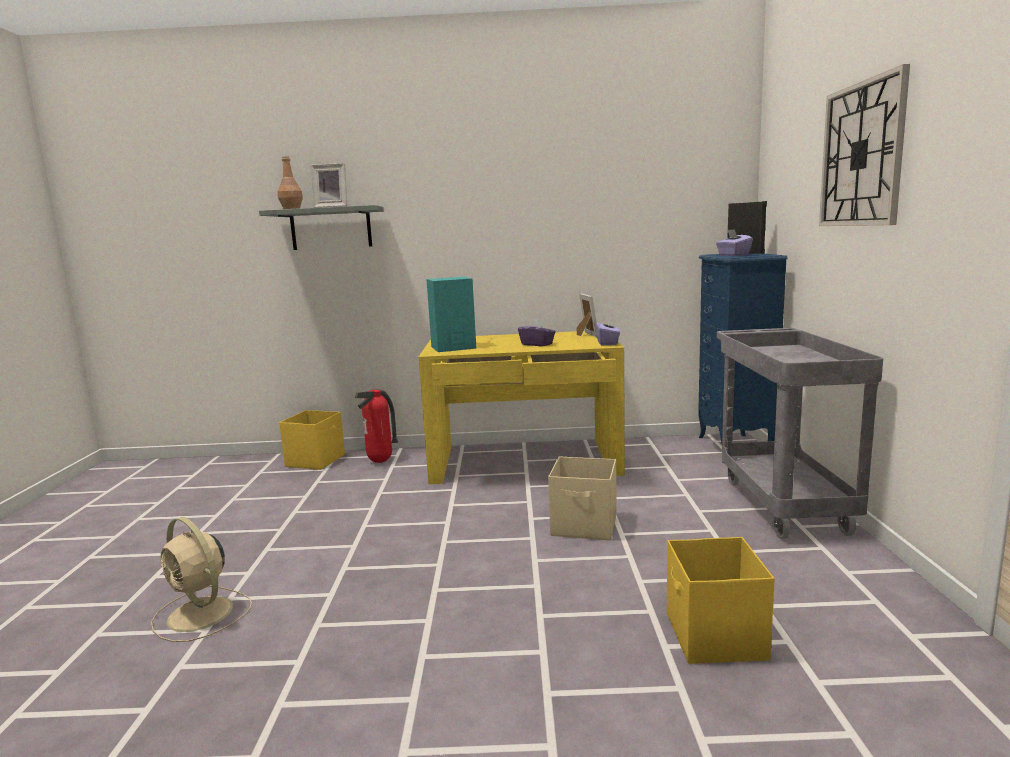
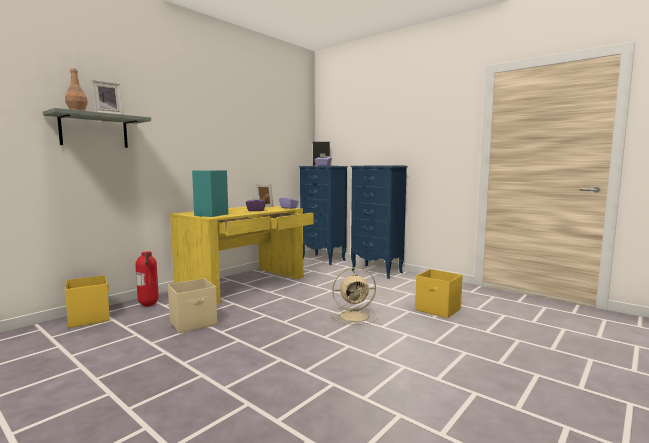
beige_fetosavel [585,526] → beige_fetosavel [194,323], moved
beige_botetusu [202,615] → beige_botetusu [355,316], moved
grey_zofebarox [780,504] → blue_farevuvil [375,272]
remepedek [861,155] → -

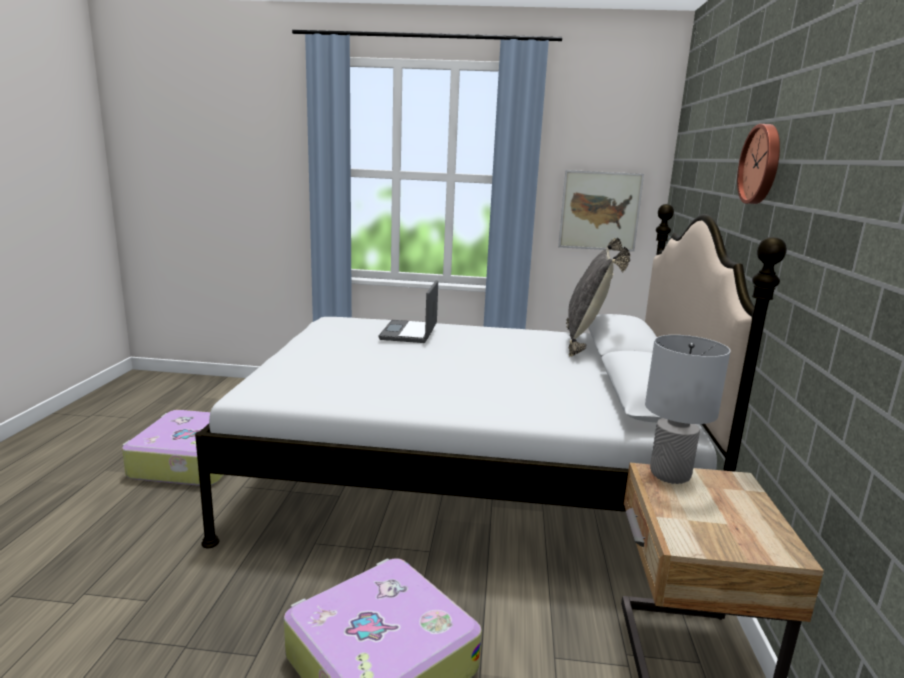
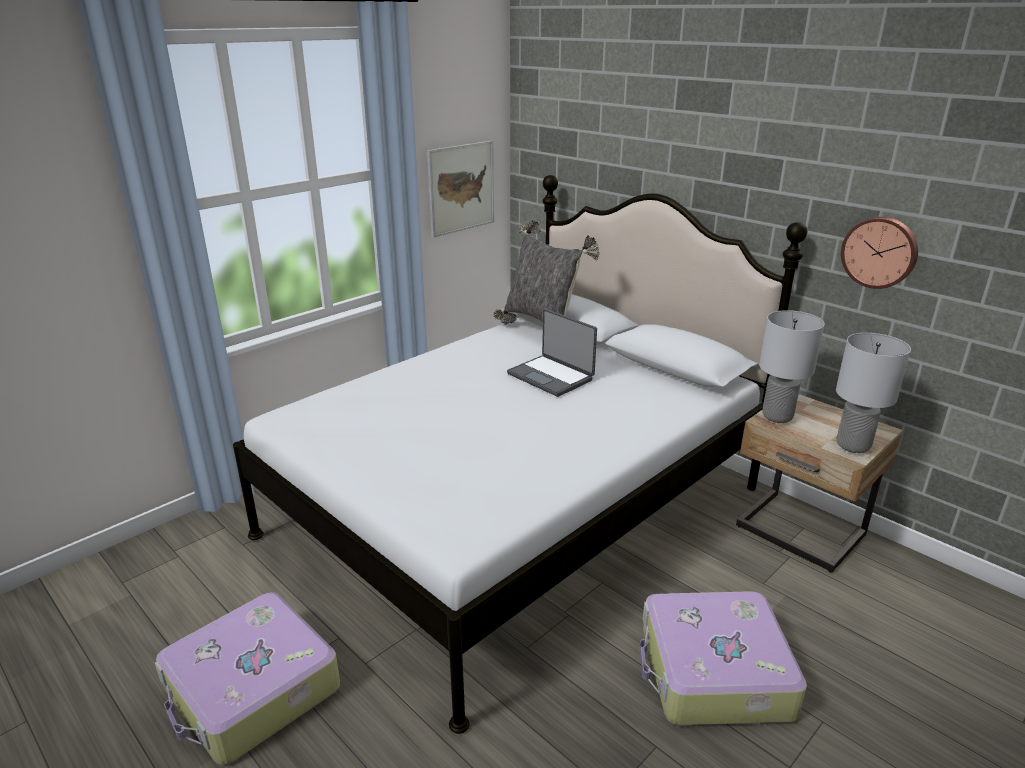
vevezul [410,333] → vevezul [551,376], moved
- → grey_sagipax [852,447]
remepedek [762,164] → remepedek [880,252], moved

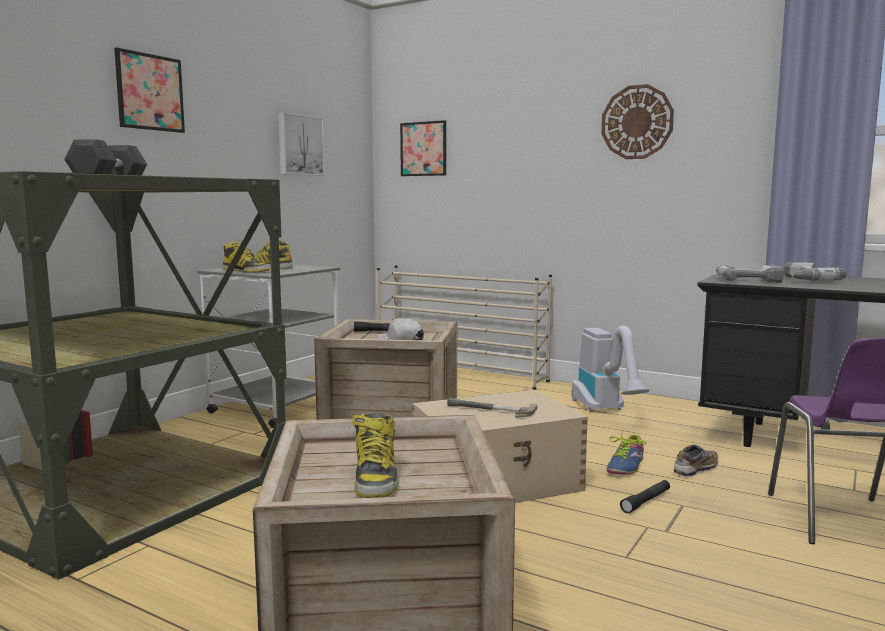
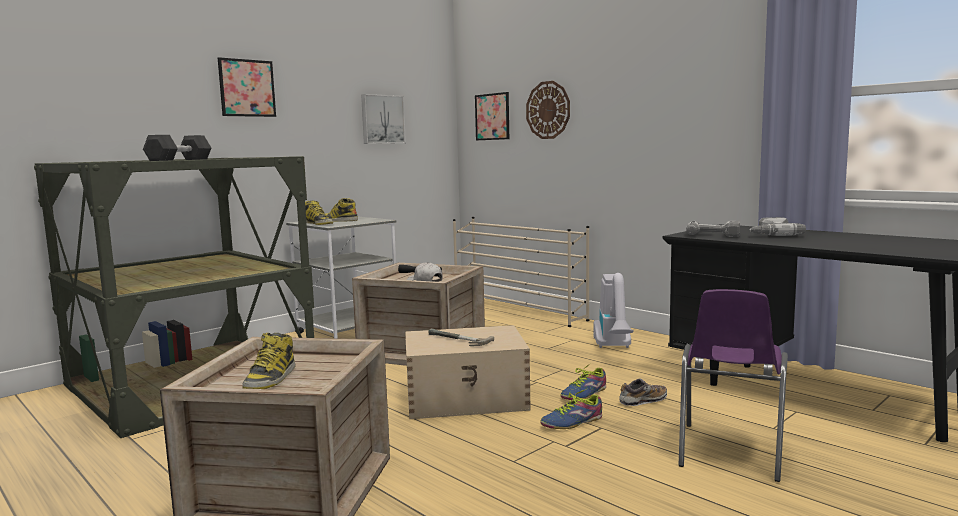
remepedek [637,122] → remepedek [548,110], moved
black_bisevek [646,501] → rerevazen [572,422]

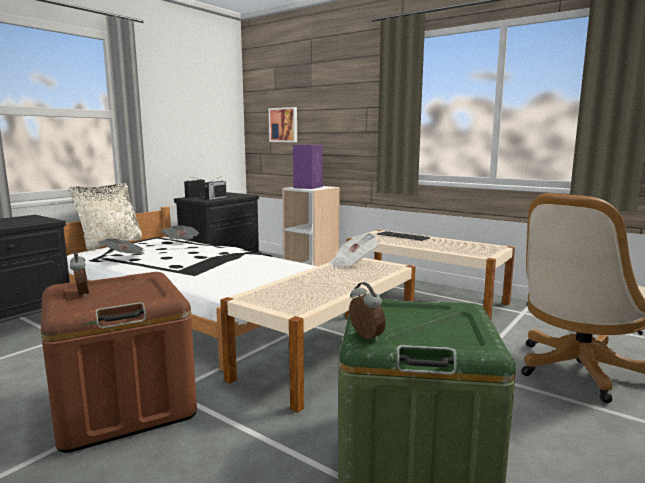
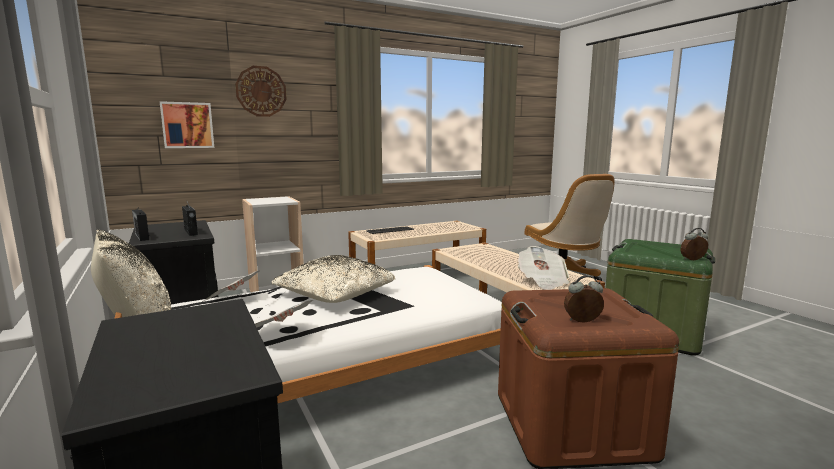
- → remepedek [261,91]
- → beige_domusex [335,293]
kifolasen [352,263] → kifolasen [542,281], moved
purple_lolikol [308,187] → -

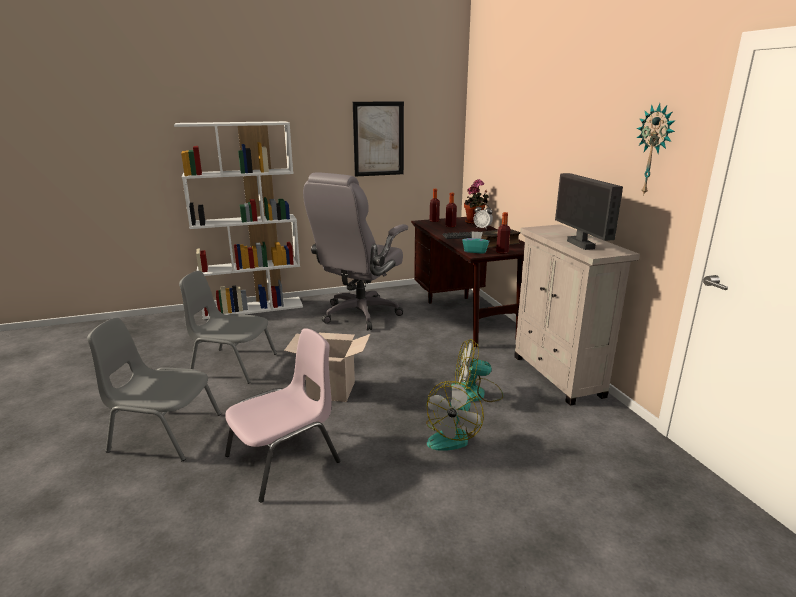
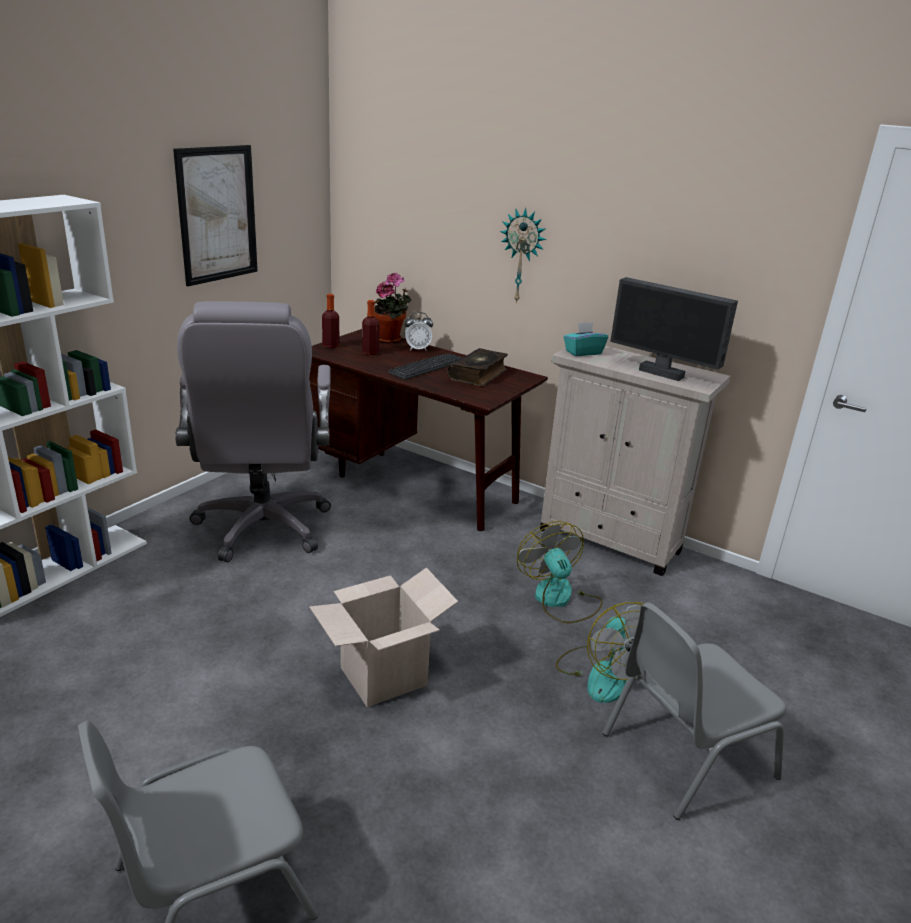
remepedek [654,150] → remepedek [522,256], moved
botetusu [476,393] → botetusu [559,600], 105 degrees clockwise
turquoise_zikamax [475,251] → turquoise_zikamax [583,352], moved
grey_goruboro [232,364] → grey_goruboro [684,754], moved
pink_goruboro [285,459] → -
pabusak [502,252] → -

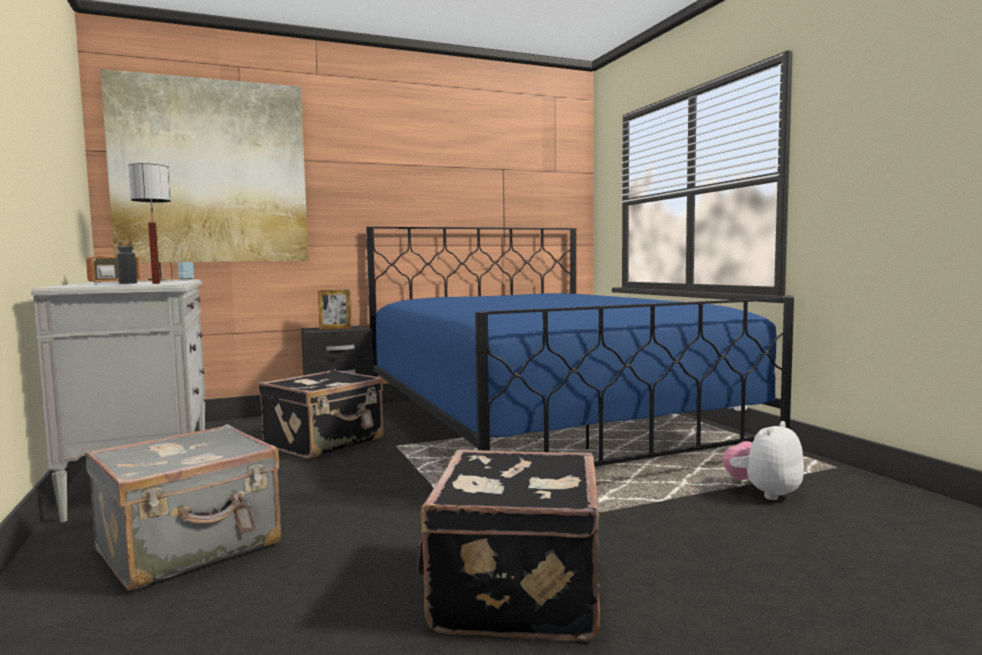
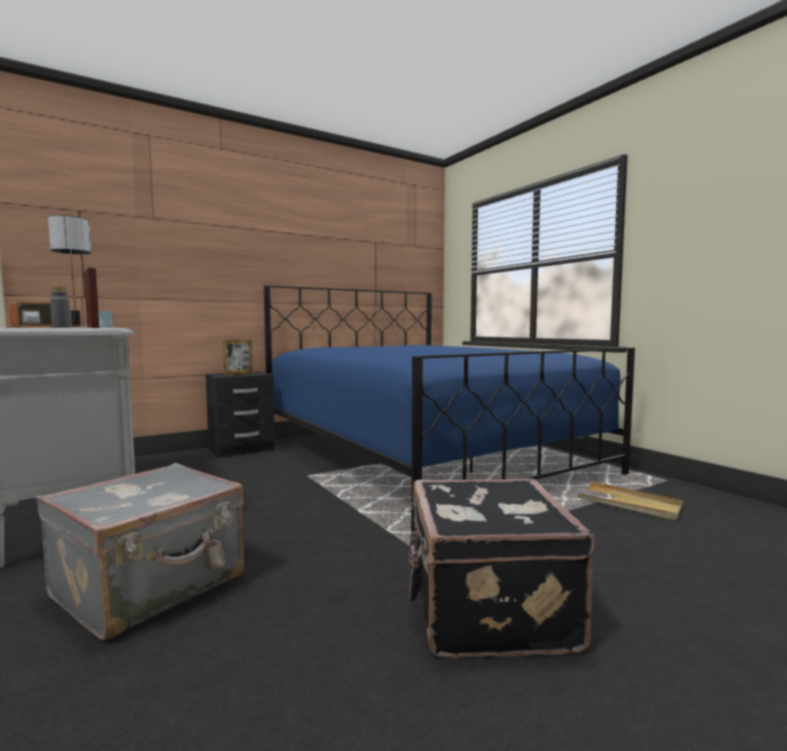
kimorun [764,493] → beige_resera [629,504]
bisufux [211,172] → -
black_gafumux [325,442] → -

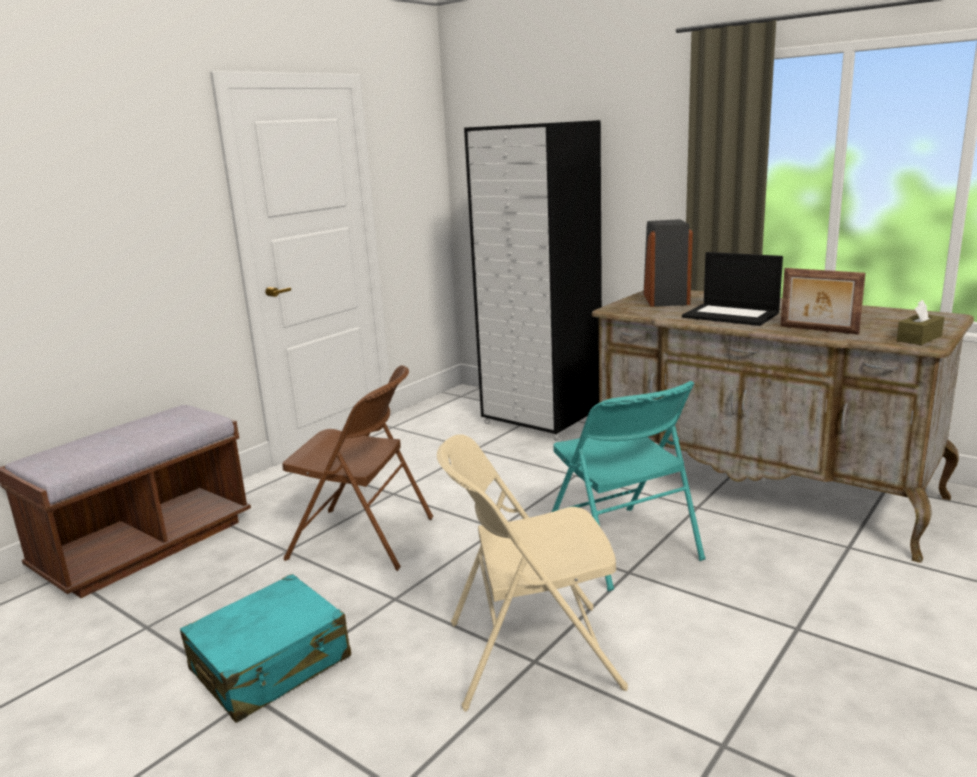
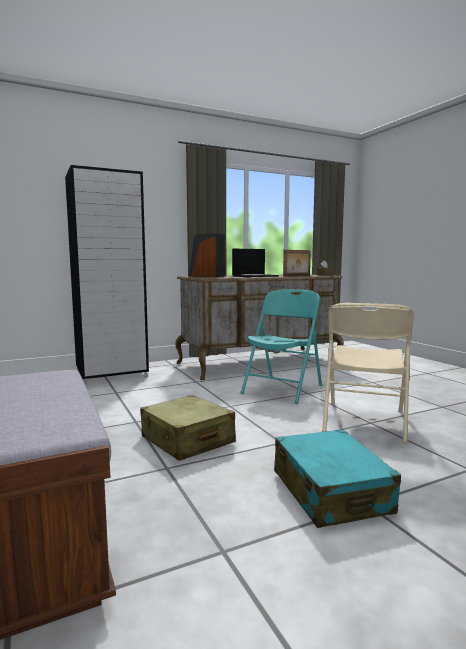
brown_goruboro [361,538] → beige_gafumux [187,440]
turquoise_goruboro [620,546] → turquoise_goruboro [282,389], 60 degrees counterclockwise

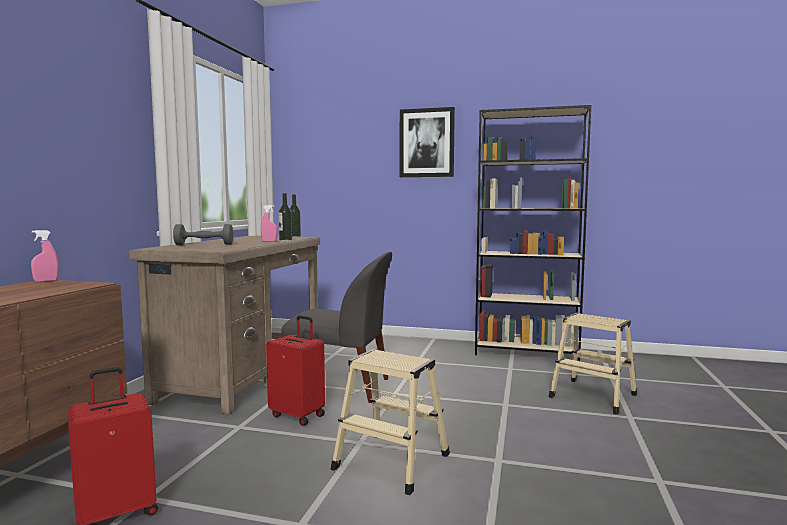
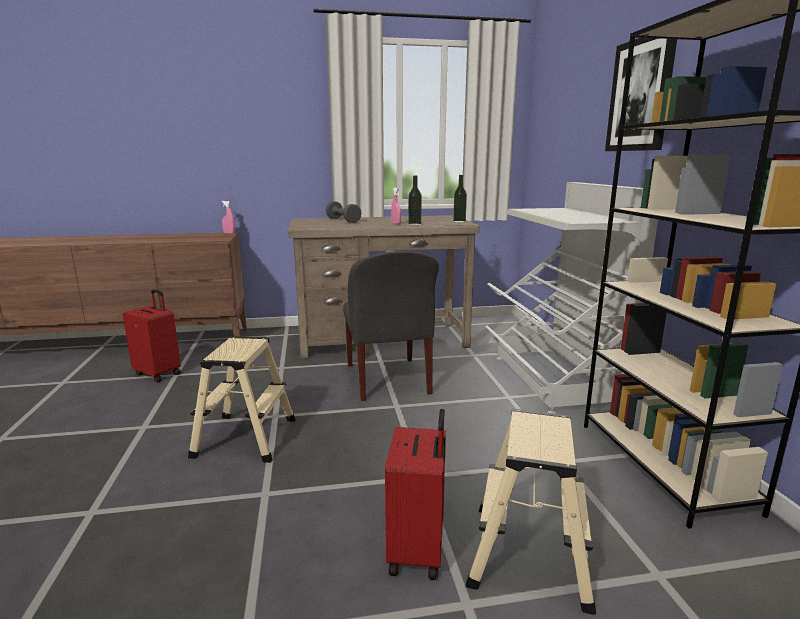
red_gafumux [298,415] → red_gafumux [418,551], moved
- → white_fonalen [549,380]

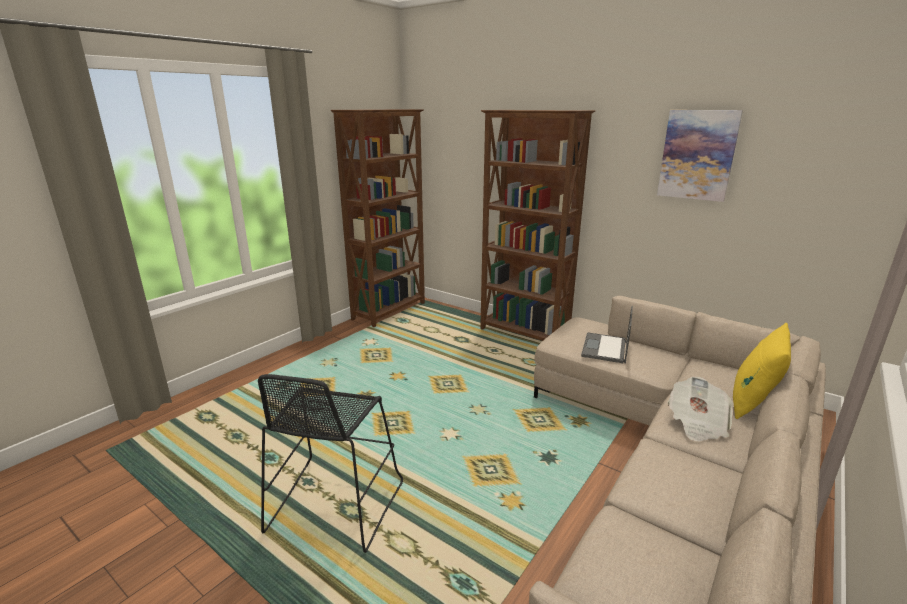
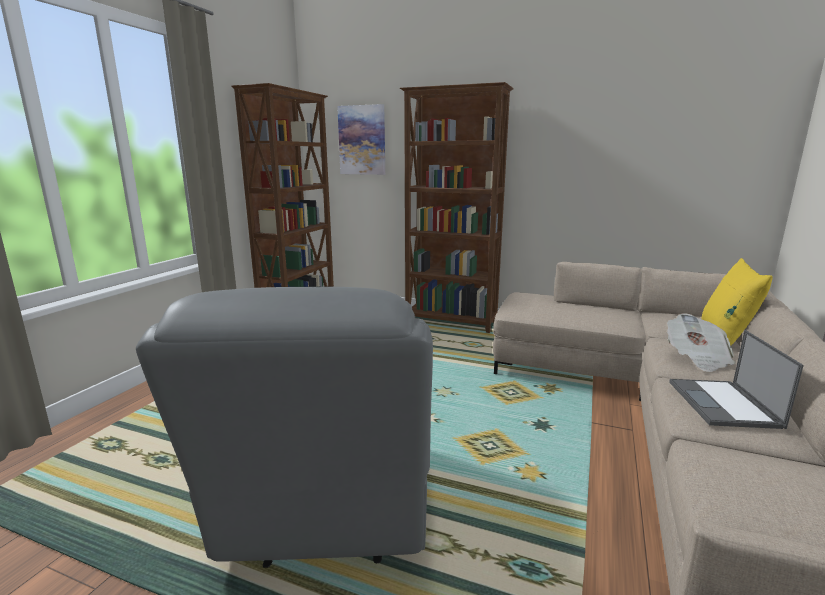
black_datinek [335,504] → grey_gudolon [328,513]
bisufux [697,155] → bisufux [362,140], moved
vevezul [605,348] → vevezul [724,404], moved

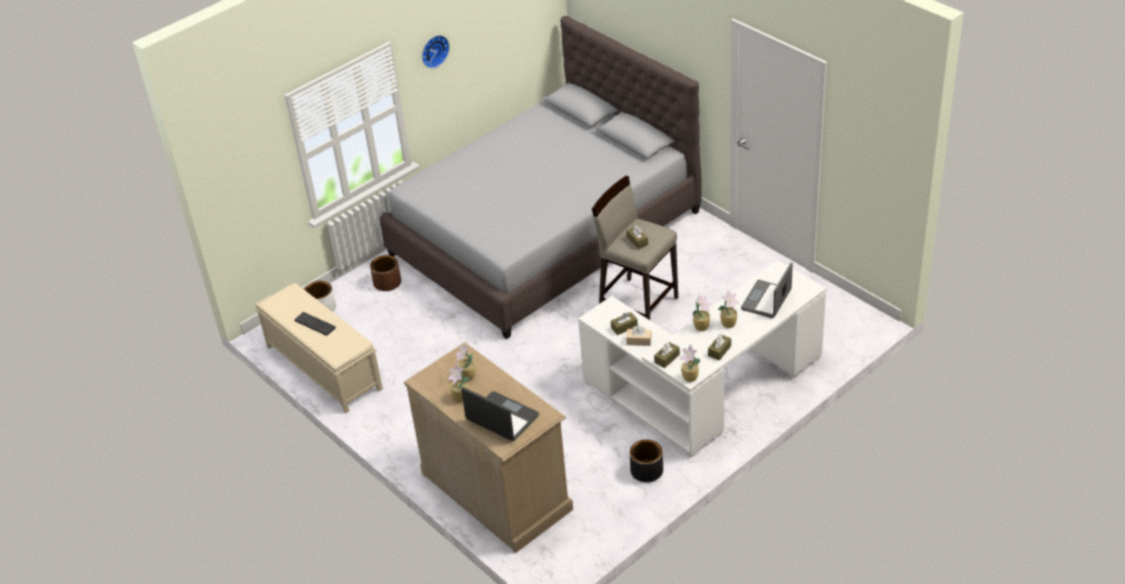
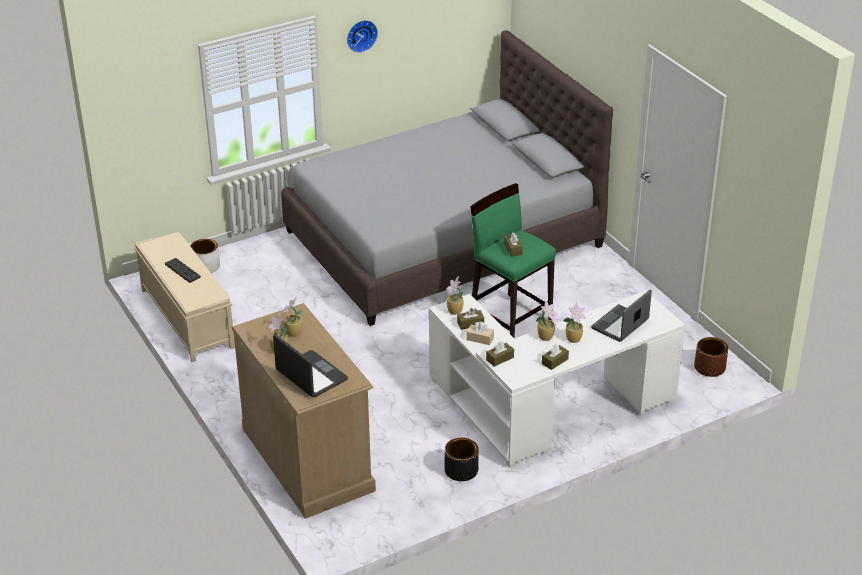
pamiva [690,378] → pamiva [454,311], moved
beige_datinek [638,303] → green_datinek [510,317]
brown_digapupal [387,282] → brown_digapupal [709,368], moved

